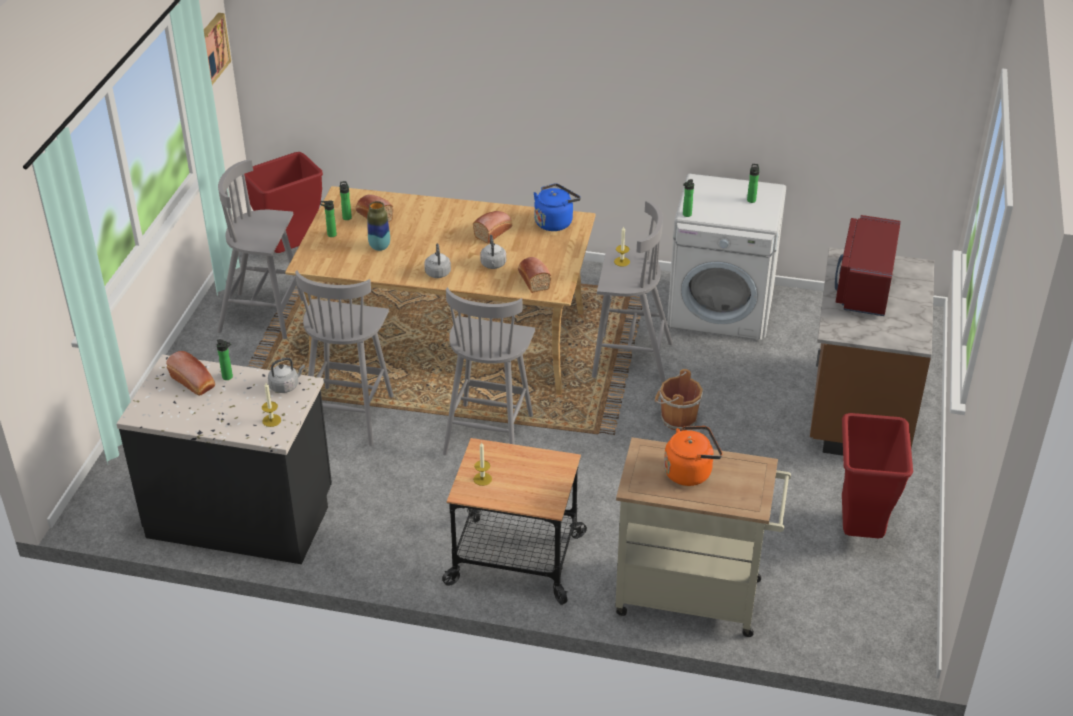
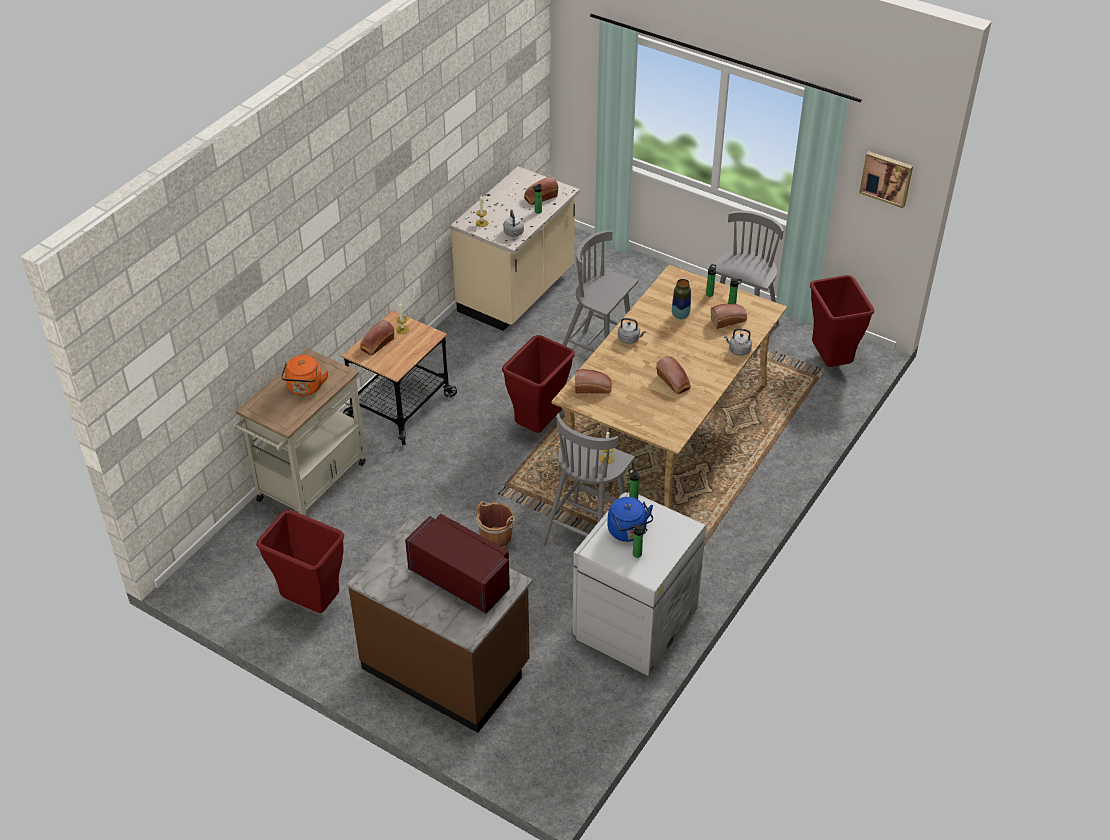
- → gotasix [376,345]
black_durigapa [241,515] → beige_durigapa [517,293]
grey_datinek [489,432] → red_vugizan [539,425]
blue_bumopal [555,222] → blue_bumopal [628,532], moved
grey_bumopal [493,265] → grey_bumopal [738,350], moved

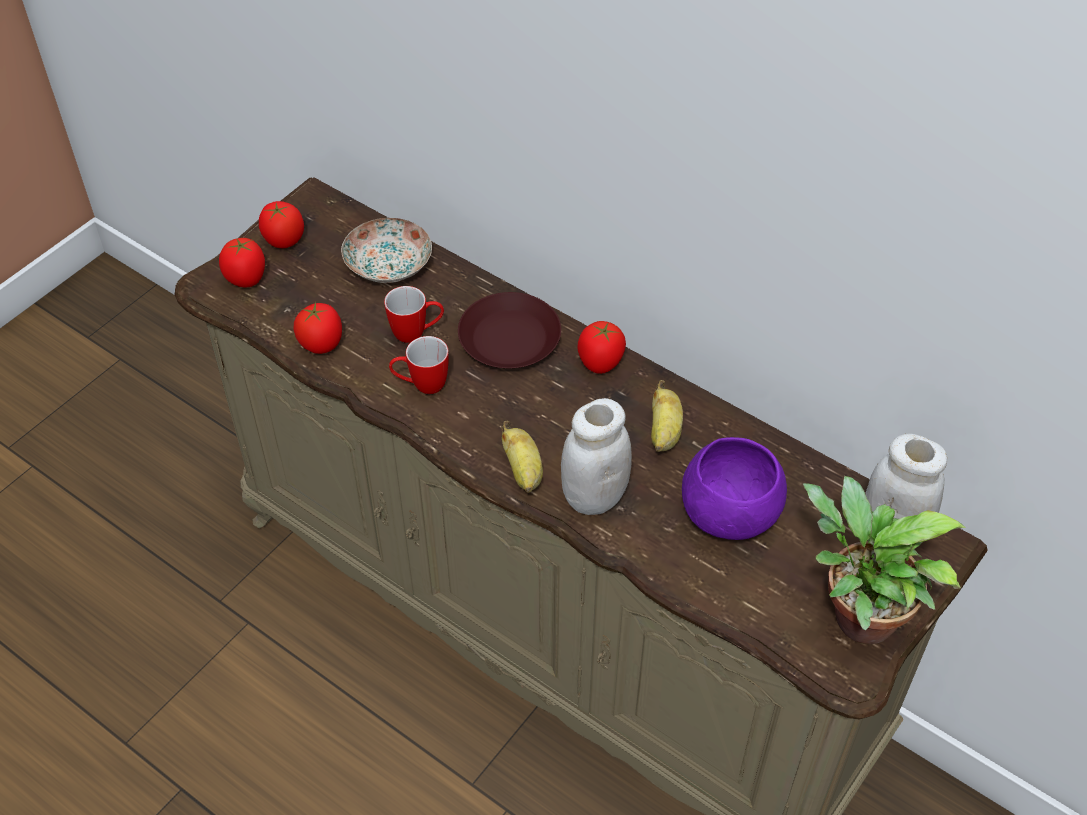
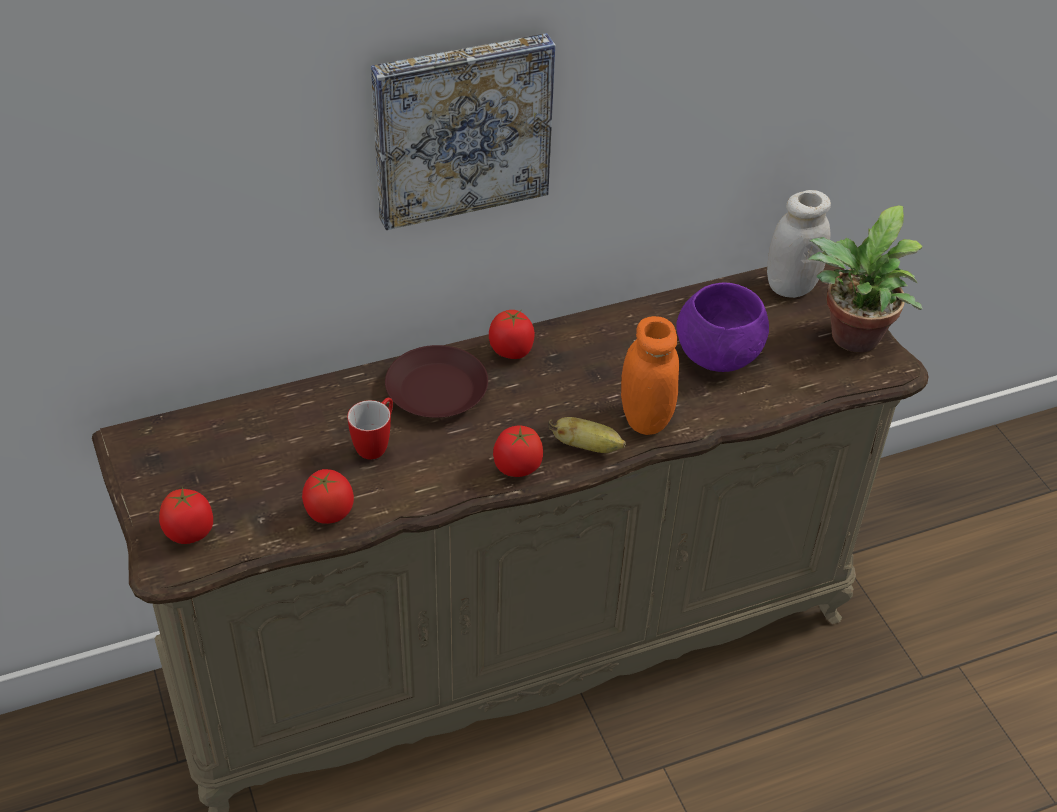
- → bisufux [460,127]
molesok [283,240] → molesok [517,468], moved
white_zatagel [594,497] → orange_zatagel [645,419]
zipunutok [389,264] → -
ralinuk [421,385] → -
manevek [664,432] → -

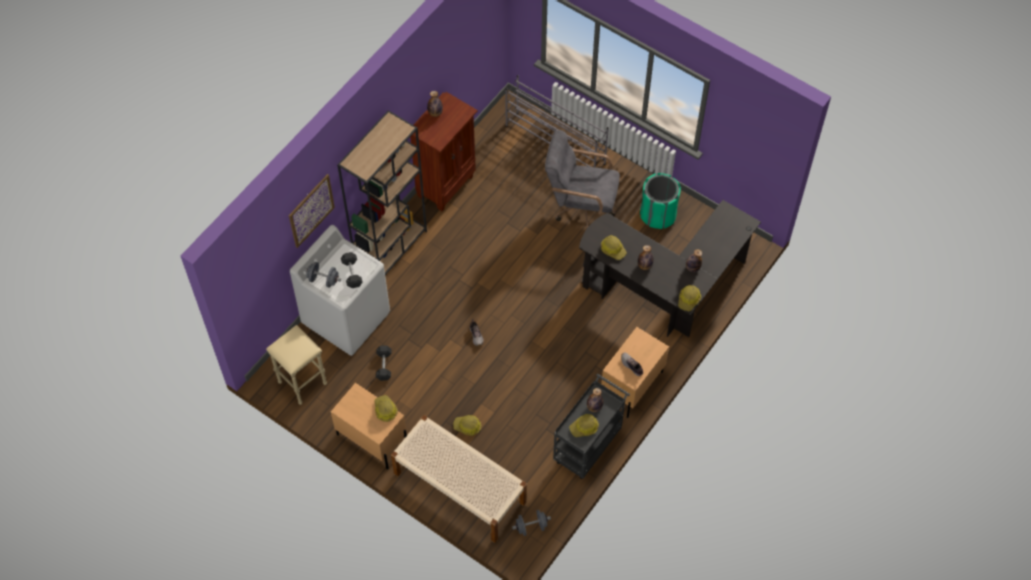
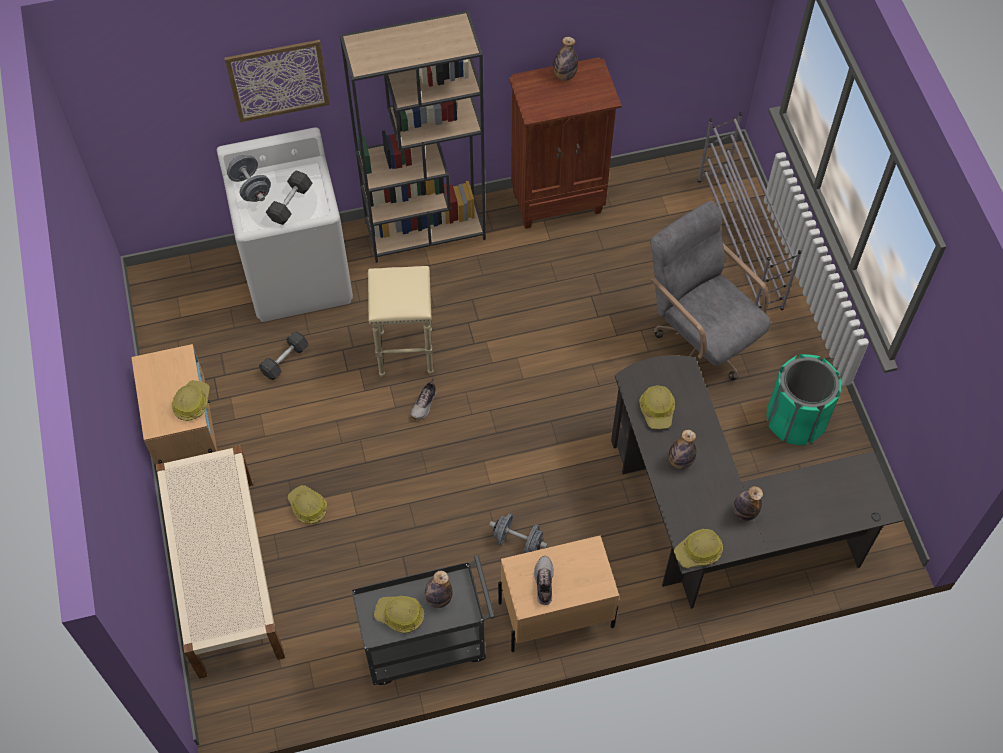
beige_datinek [301,383] → beige_datinek [404,351], moved
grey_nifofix [531,526] → grey_nifofix [518,541], moved

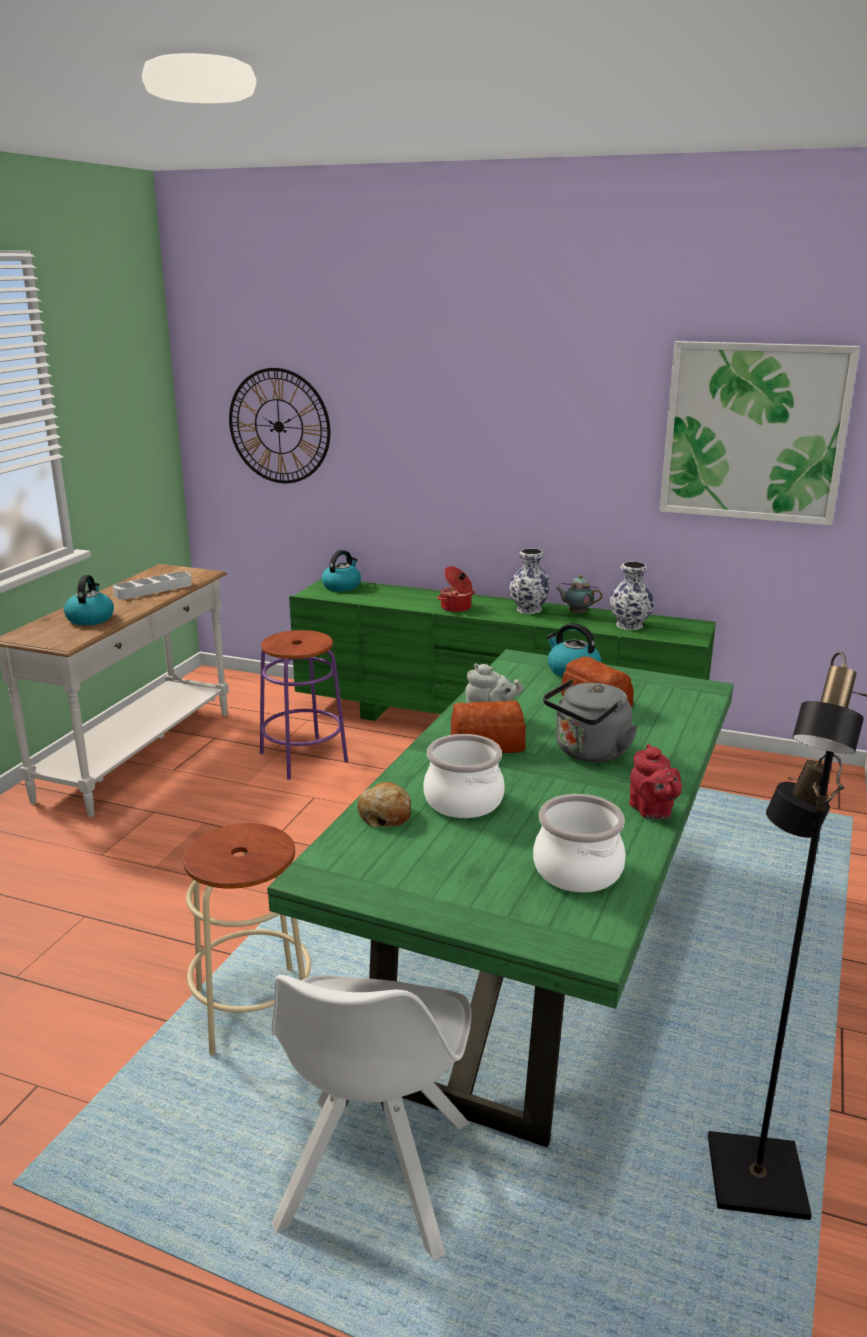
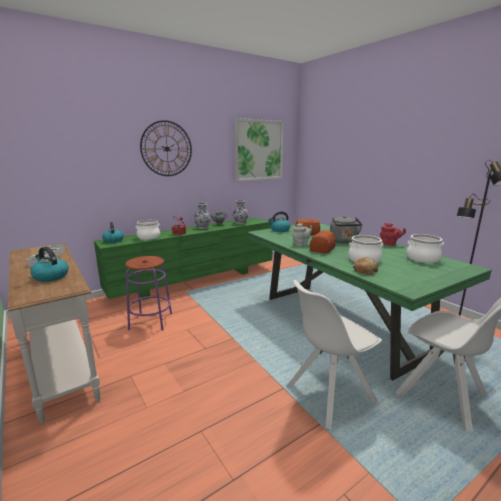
- → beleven [148,237]
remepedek [279,426] → remepedek [166,149], moved
beige_datinek [253,1010] → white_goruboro [328,394]

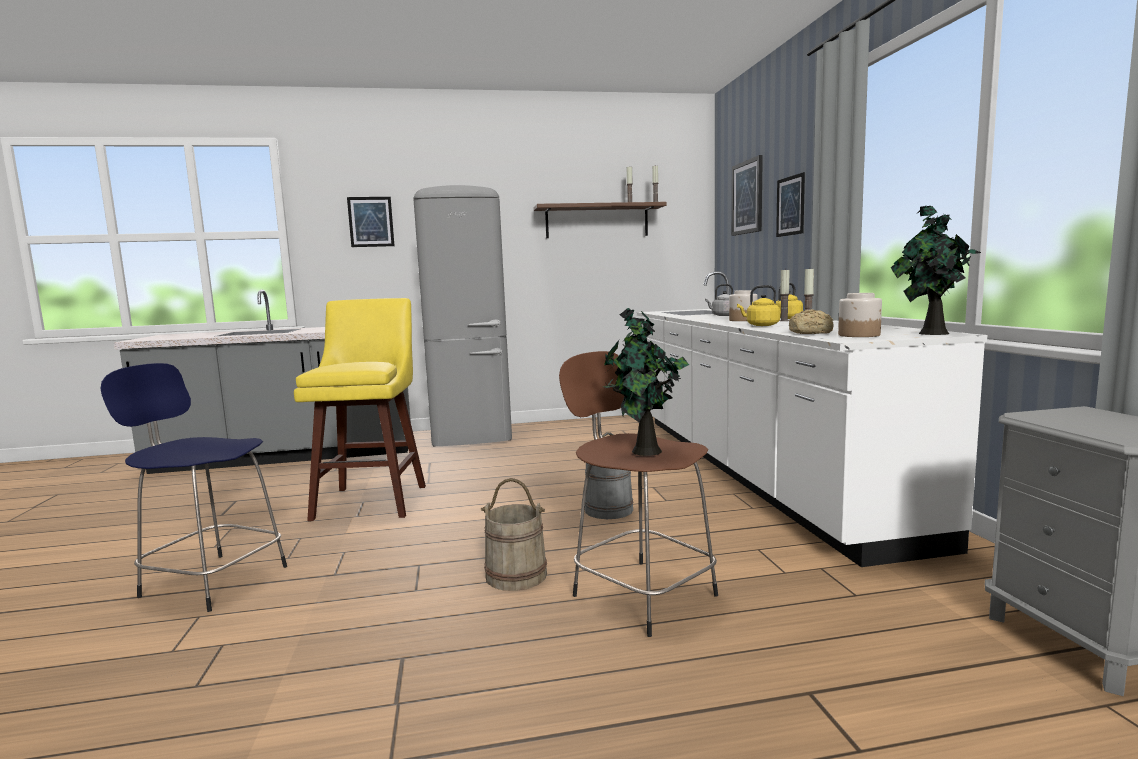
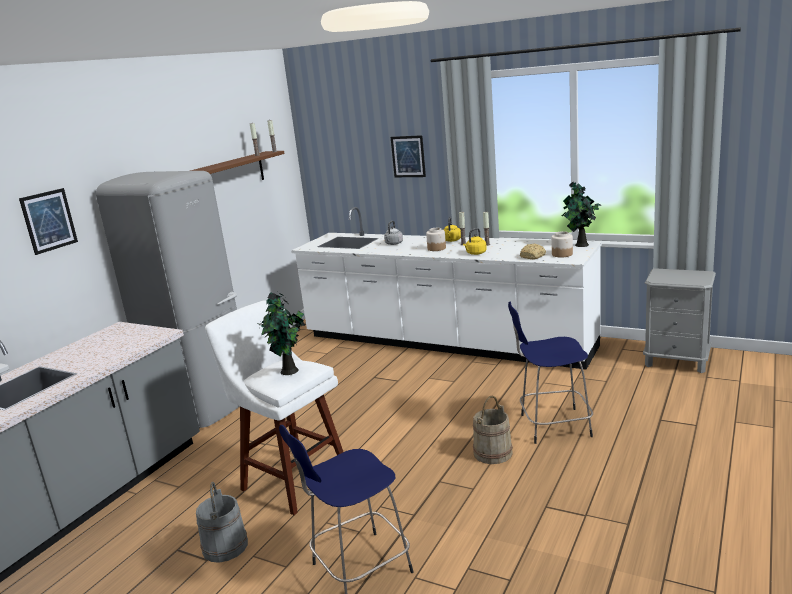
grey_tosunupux [608,509] → grey_tosunupux [224,546], moved
yellow_datinek [372,500] → white_datinek [292,479]
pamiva [645,452] → pamiva [289,371], moved
brown_datinek [640,593] → blue_datinek [552,426]
bisufux [747,197] → -

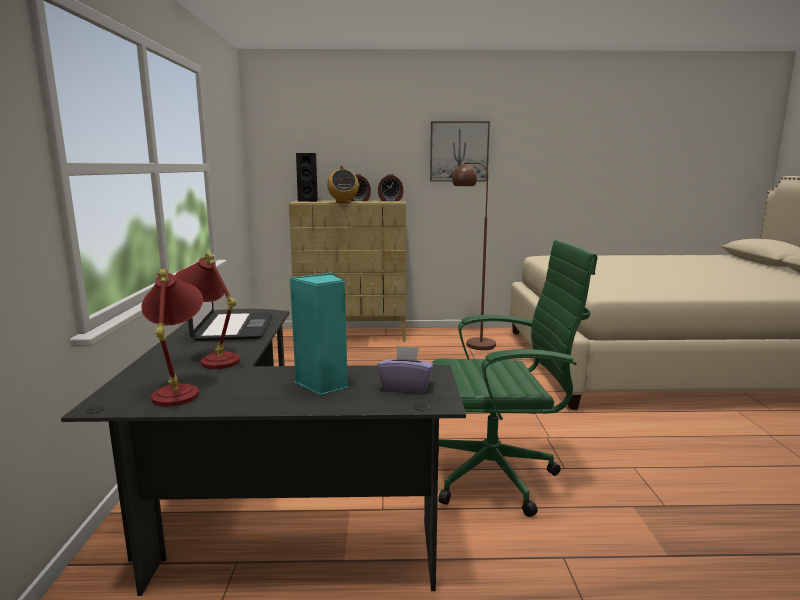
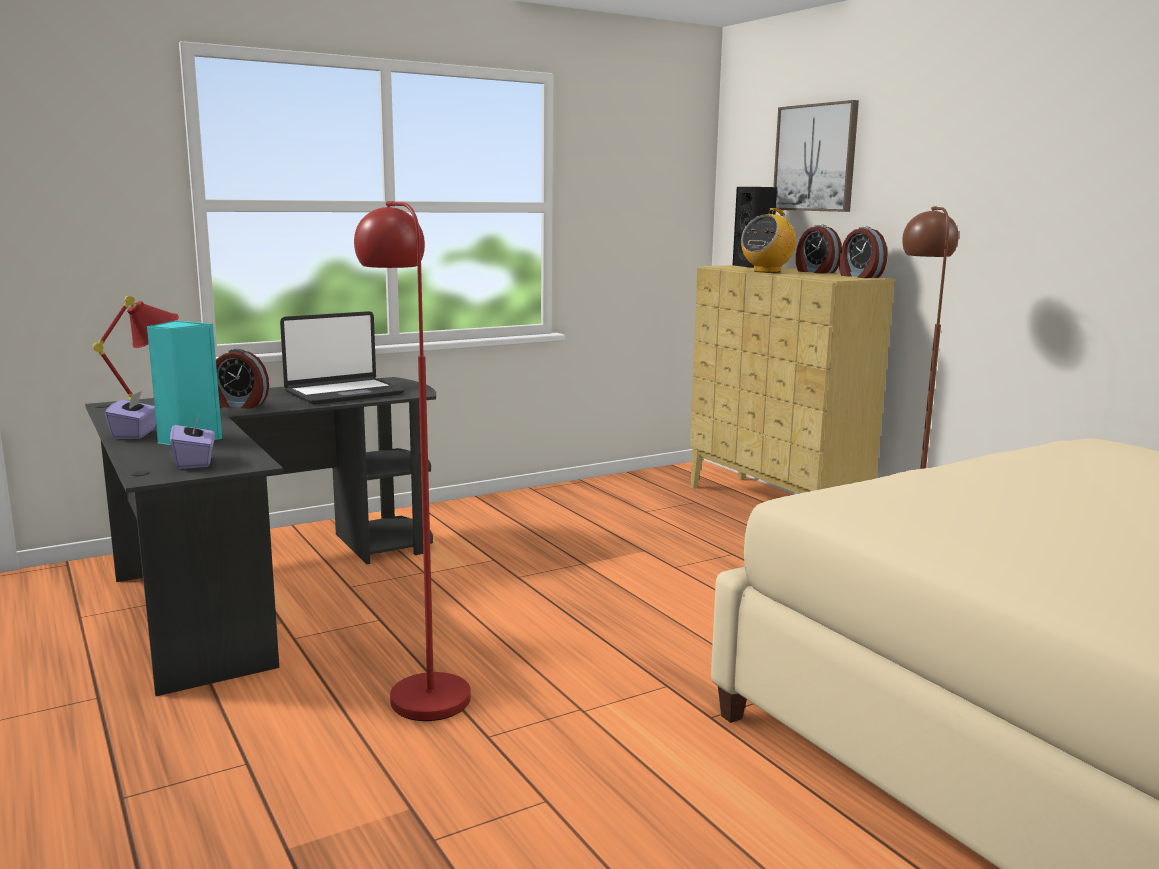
- → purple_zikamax [135,434]
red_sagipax [212,359] → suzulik [239,405]
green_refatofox [498,476] → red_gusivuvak [419,690]
bisufux [459,151] → bisufux [815,158], moved

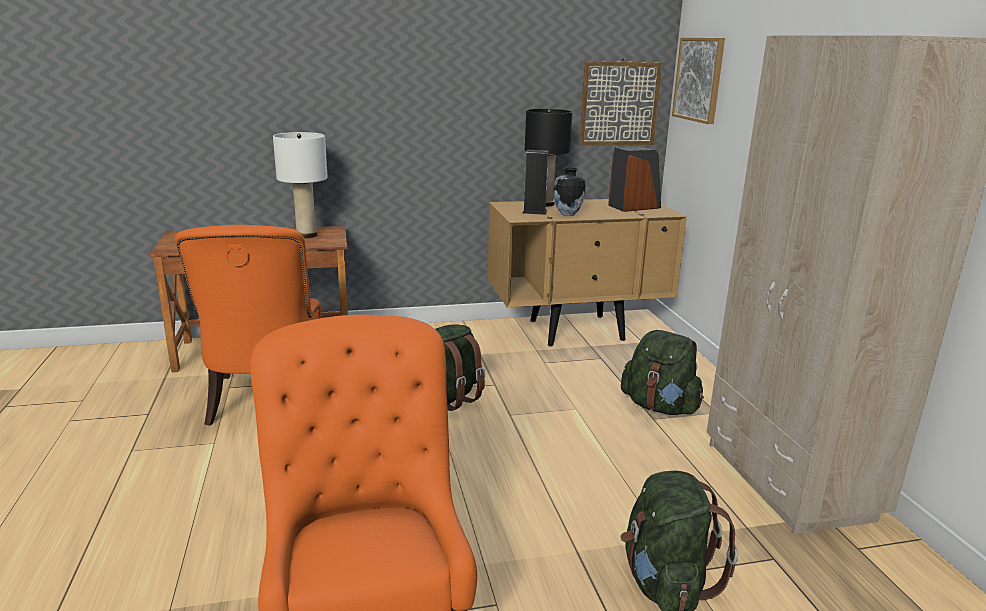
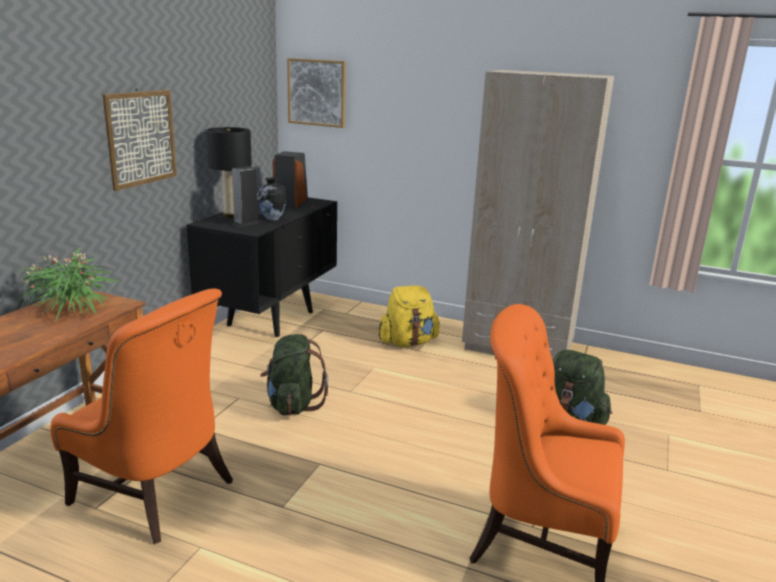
white_sagipax [306,235] → pamiva [70,307]
bisufux [619,102] → bisufux [141,136], moved
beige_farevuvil [577,330] → black_farevuvil [271,319]
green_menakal [660,407] → yellow_menakal [408,342]

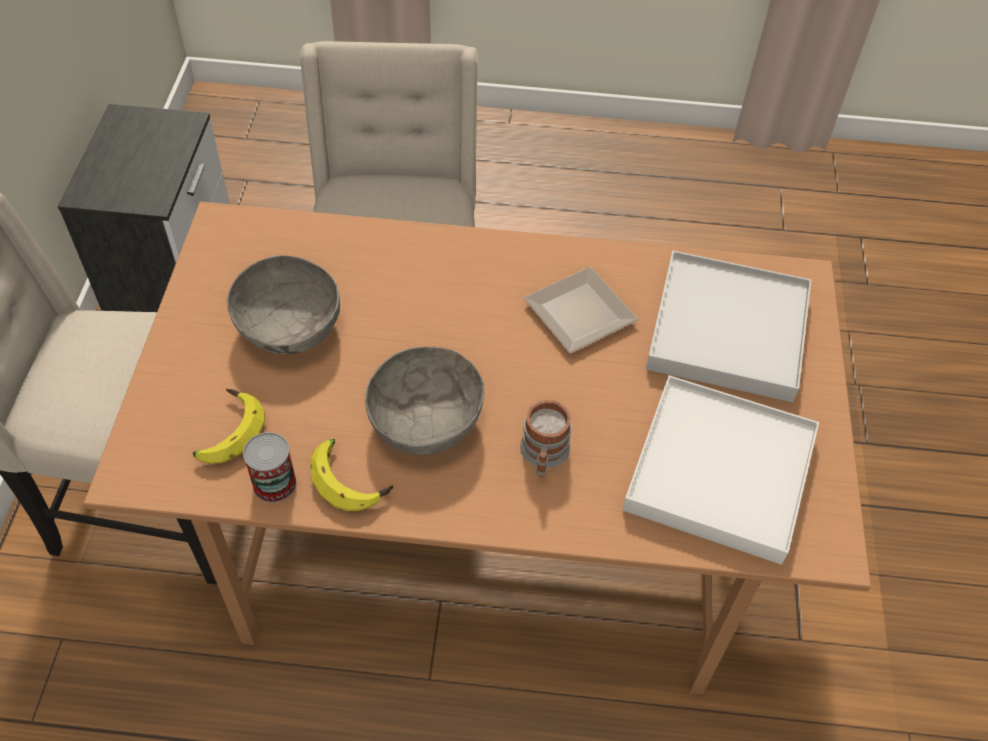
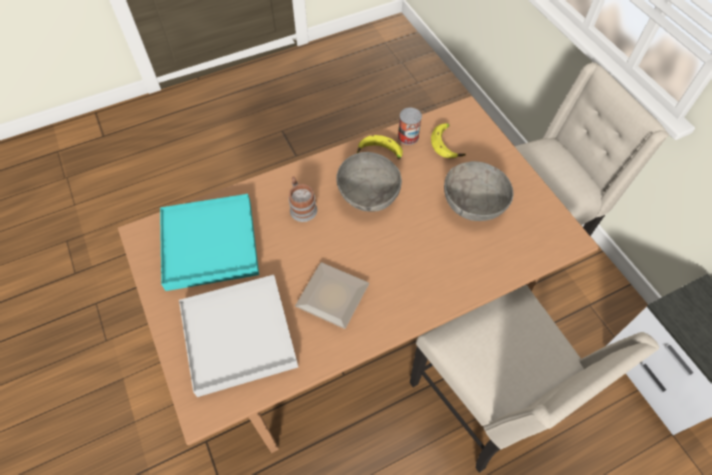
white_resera [720,471] → turquoise_resera [209,244]

